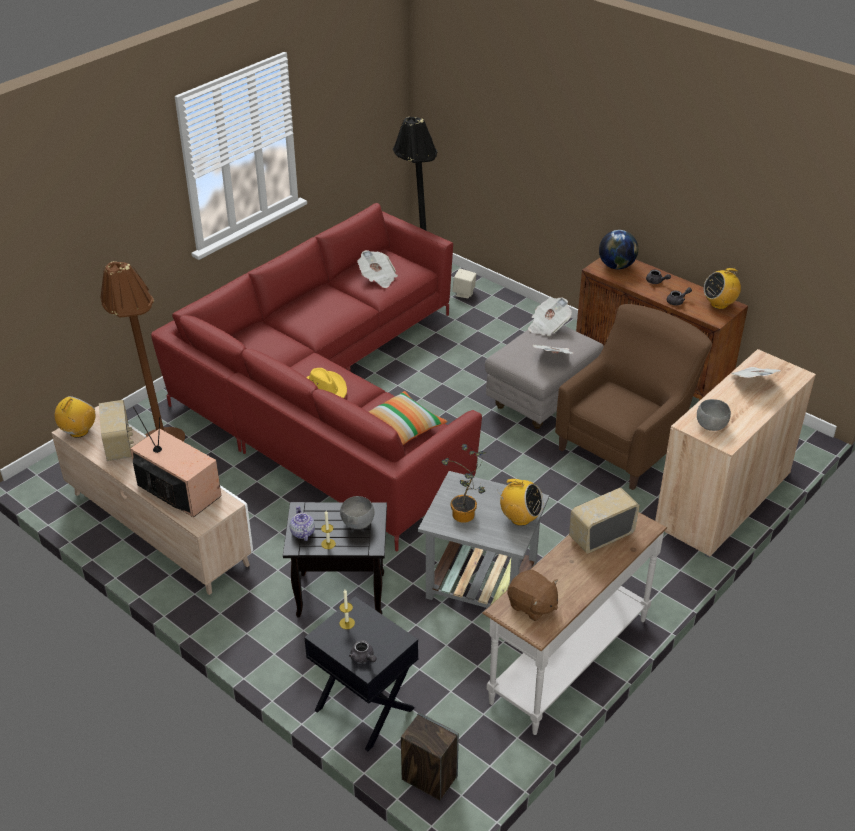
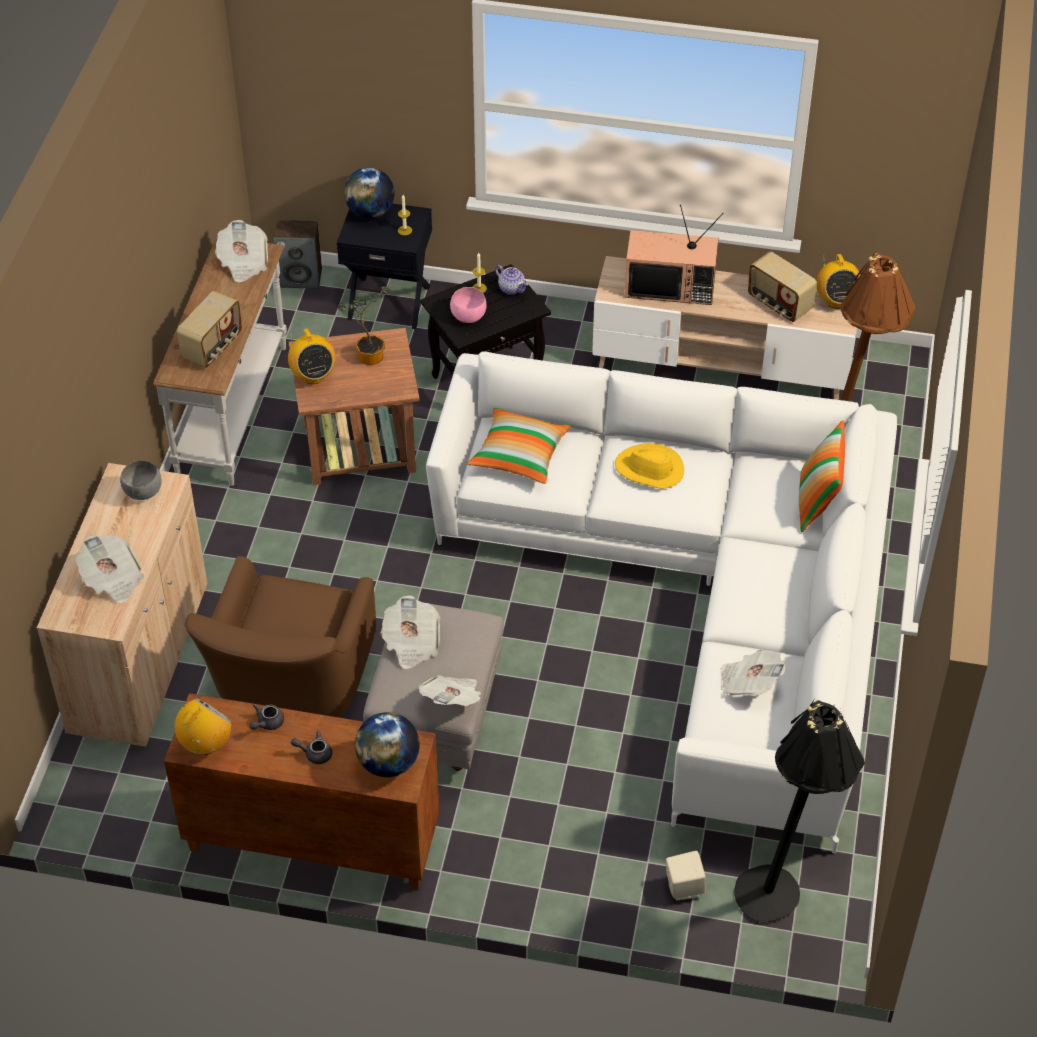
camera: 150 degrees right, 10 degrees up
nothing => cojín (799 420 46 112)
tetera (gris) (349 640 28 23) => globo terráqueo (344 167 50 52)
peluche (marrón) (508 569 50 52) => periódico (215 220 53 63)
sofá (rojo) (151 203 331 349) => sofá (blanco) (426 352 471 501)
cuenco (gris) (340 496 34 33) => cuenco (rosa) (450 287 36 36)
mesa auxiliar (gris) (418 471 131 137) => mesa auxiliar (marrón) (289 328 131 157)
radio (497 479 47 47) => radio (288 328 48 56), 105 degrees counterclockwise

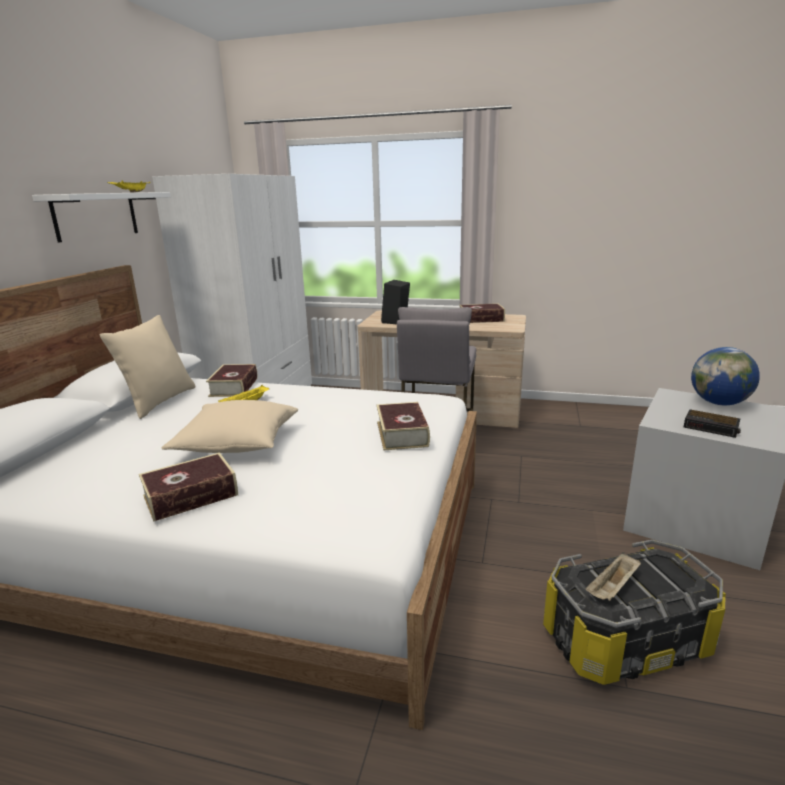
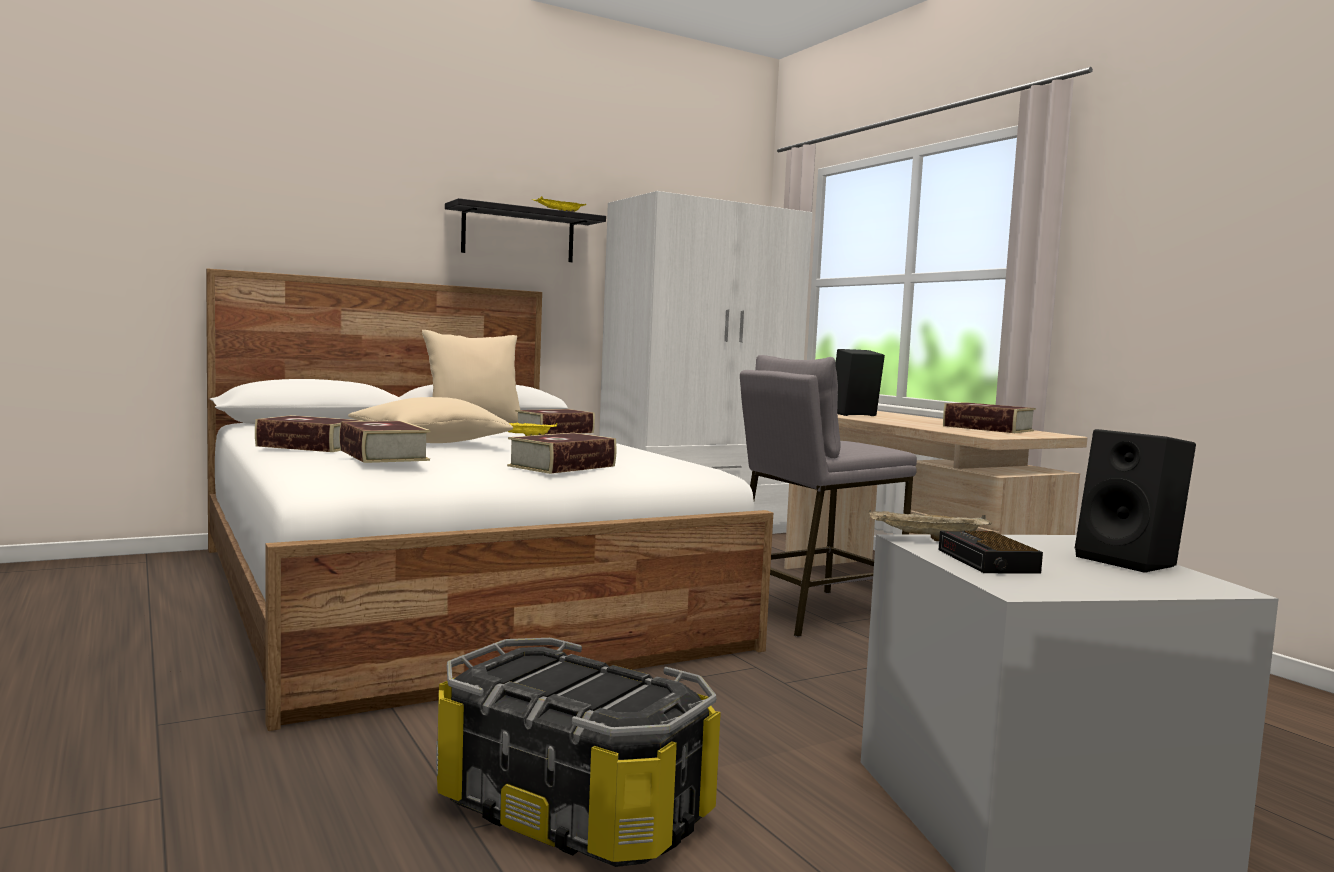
camera: 45 degrees right, 15 degrees down
nothing => libro (339 421 92 42)
bandeja (beis) (585 552 56 49) => bandeja (beis) (869 511 123 30), shifted
globo terráqueo (691 347 69 58) => altavoz (negro) (1075 429 121 144)
estante (blanco) (32 192 139 51) => estante (negro) (445 198 161 64)

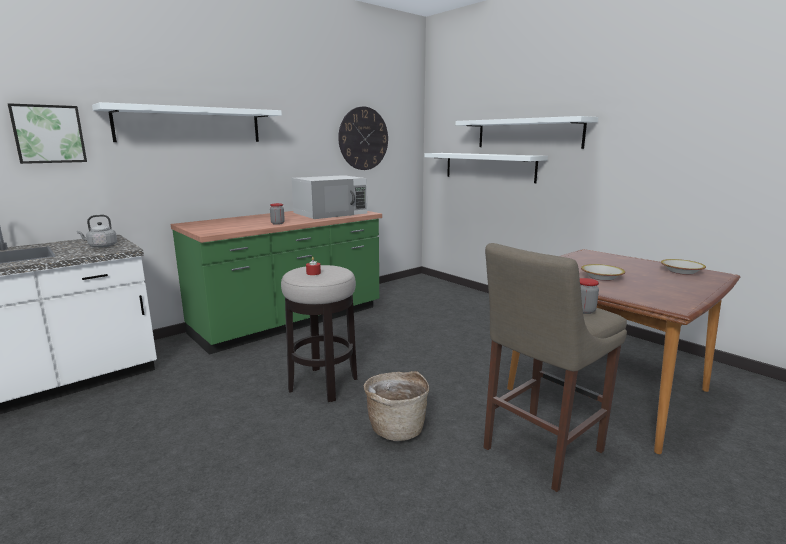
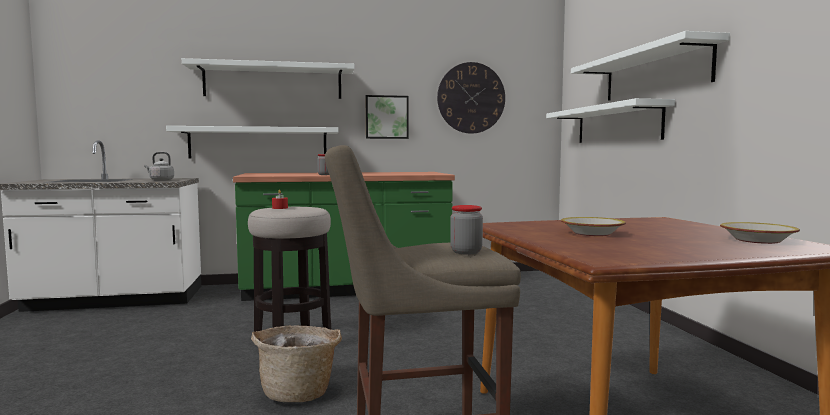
camera: 30 degrees right, 10 degrees down
microondas (blanco) (292 175 75 44) => nothing
nothing => estante (blanco) (166 126 173 33)
cuadro (8 103 79 61) => cuadro (366 95 43 44), shifted

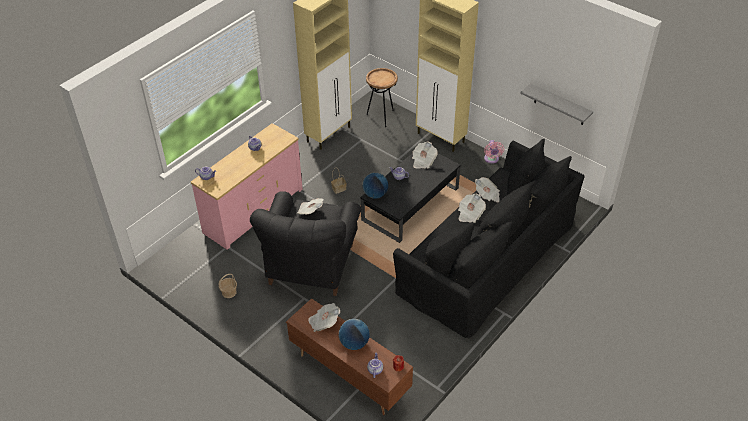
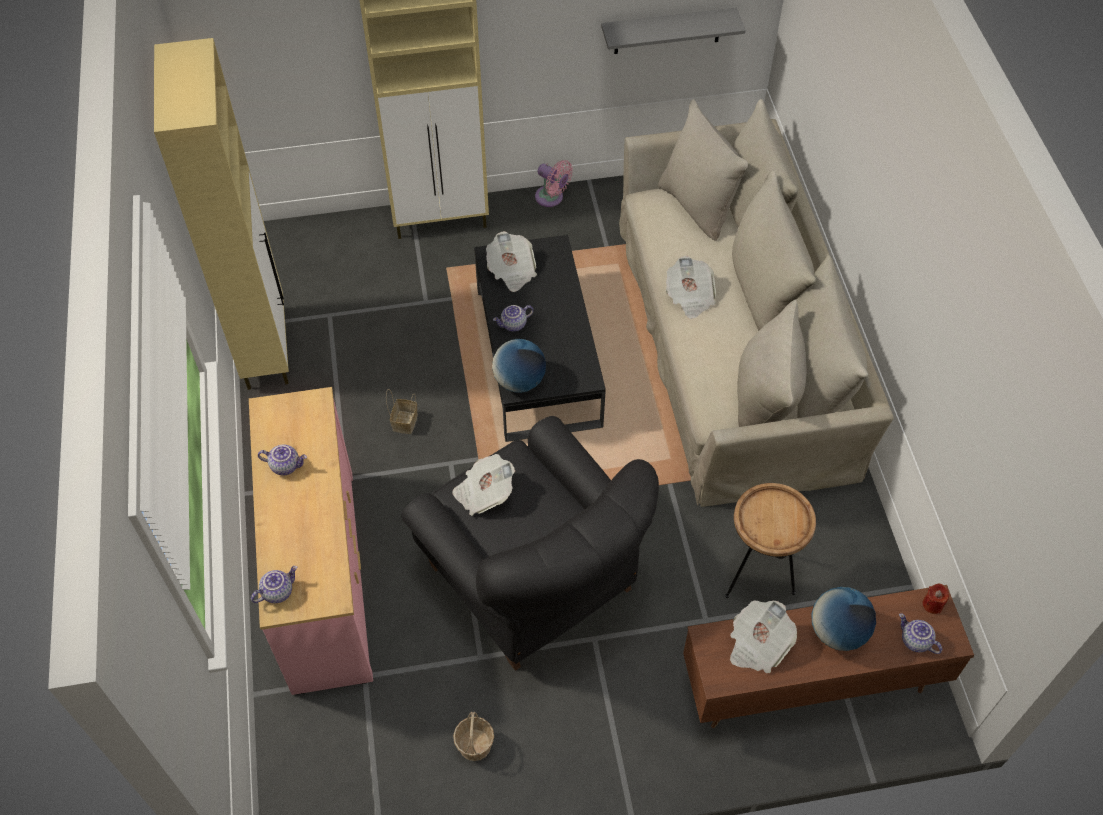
camera: 50 degrees left, 10 degrees up
periódico (475 177 25 26) => nothing
mesa auxiliar (marrón) (366 68 32 59) => mesa auxiliar (marrón) (725 483 91 115), shifted
sofá (negro) (393 139 192 199) => sofá (beis) (619 99 275 408)

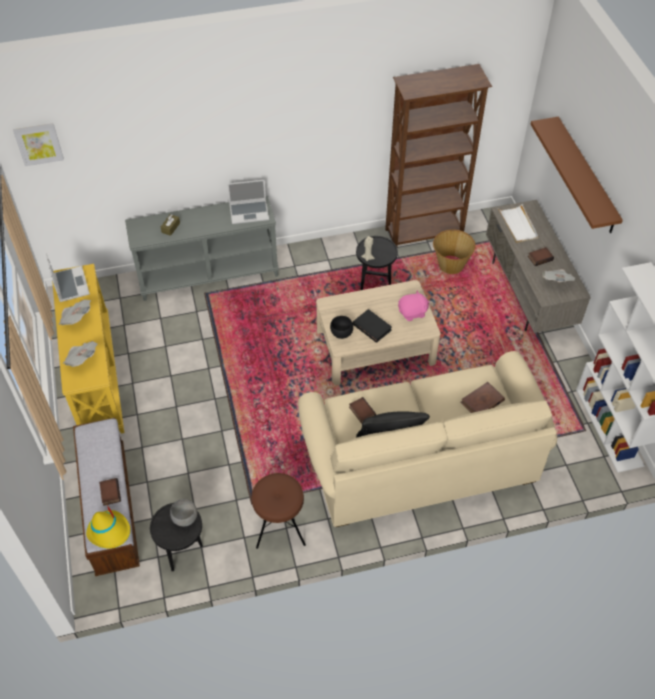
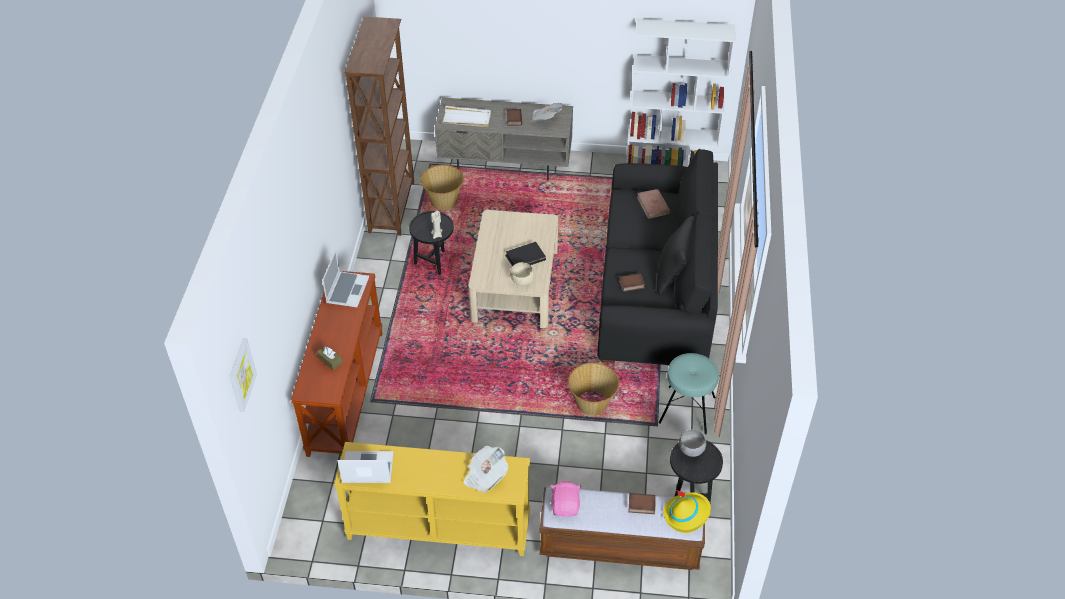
camera: 70 degrees left, 5 degrees down
periódico (59 299 32 26) => nothing
estante (marrón) (530 117 93 116) => nothing
nothing => cesta (568 362 51 54)
peluche (rosa) (398 290 32 31) => peluche (rosa) (550 481 31 36), shifted
mesa consola (gris) (125 195 154 106) => mesa consola (marrón) (291 271 92 186)
taburete (marrón) (252 473 54 76) => taburete (turquesa) (659 353 60 82)
sofá (beis) (298 351 259 176) => sofá (negro) (597 149 121 216)
cuenco (negro) (330 316 23 23) => cuenco (beis) (510 262 24 24)

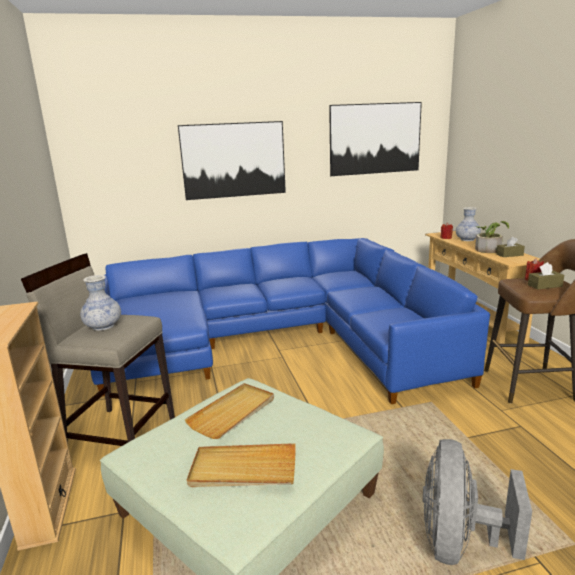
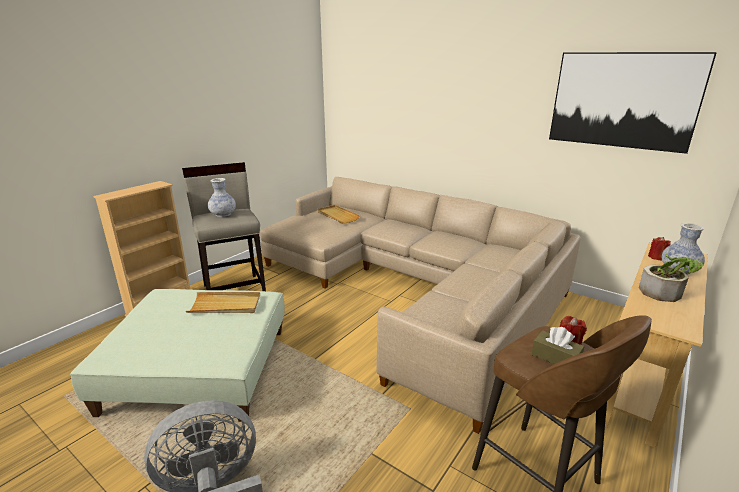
camera: 50 degrees right, 5 degrees up
cuadro (178 121 108 79) => nothing
caja de pañuelos (marrón) (497 236 28 21) => nothing
bandeja (beis) (187 443 109 44) => bandeja (beis) (317 205 43 19), shifted
sofá (azul) (90 238 400 166) => sofá (beis) (260 177 321 257)

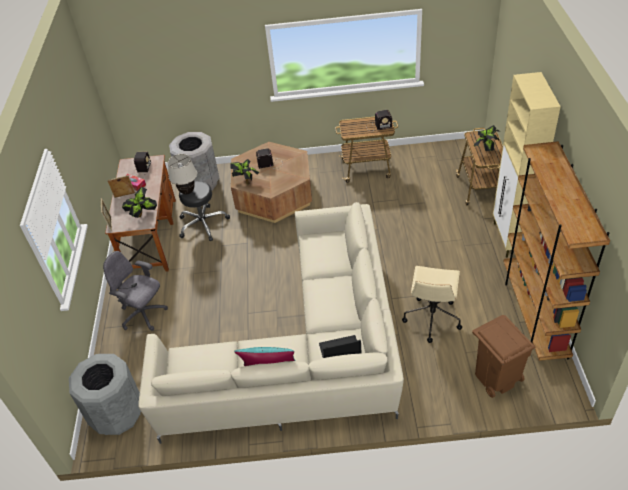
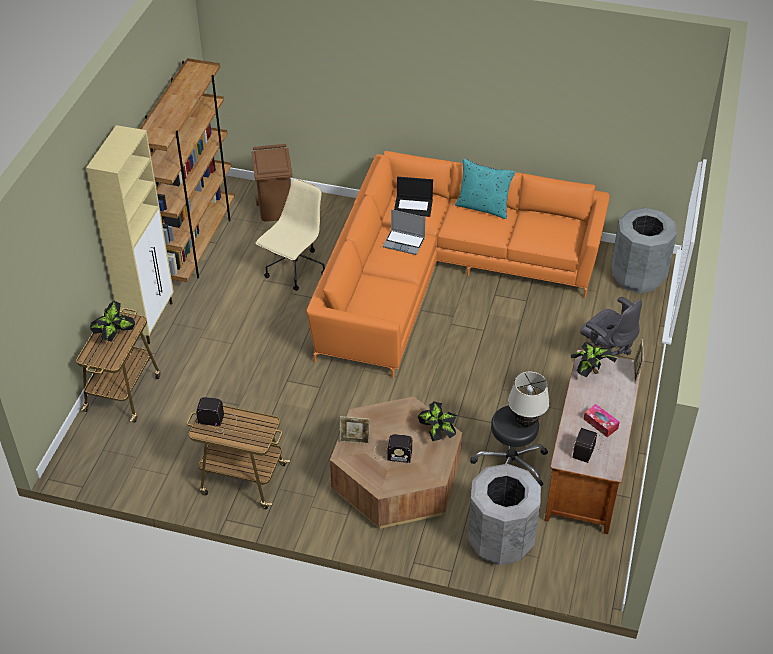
camera: 165 degrees left, 0 degrees up
nothing => portátil (383 209 42 46)
portarretratos (107 175 28 23) => portarretratos (340 416 30 28), shifted
sofá (beis) (138 202 266 242) => sofá (naranja) (307 151 303 227)

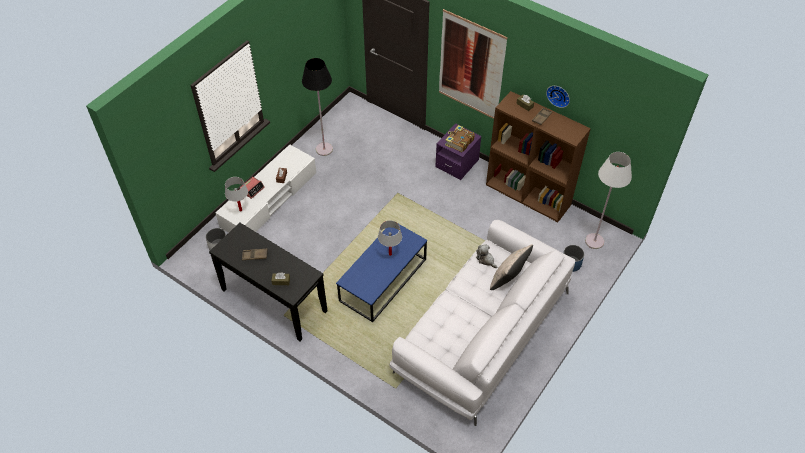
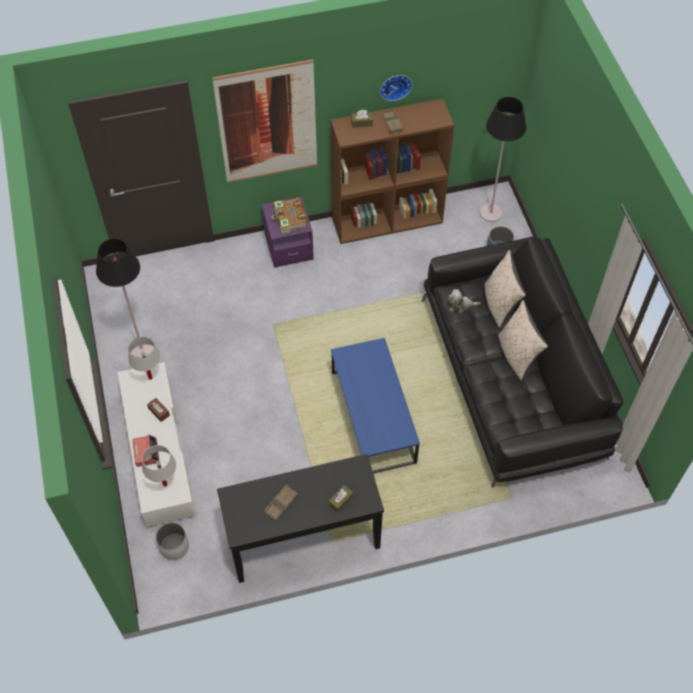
camera: 50 degrees left, 5 degrees up
nothing => cojín (beis) (498 300 50 81)
lámpara de mesa (blanco) (378 220 24 36) => lámpara de mesa (blanco) (128 337 33 43), shifted
sofá (blanco) (390 220 185 206) => sofá (negro) (421 236 203 252)
lámpara de pie (blanco) (585 152 47 97) => lámpara de pie (negro) (480 97 46 125)

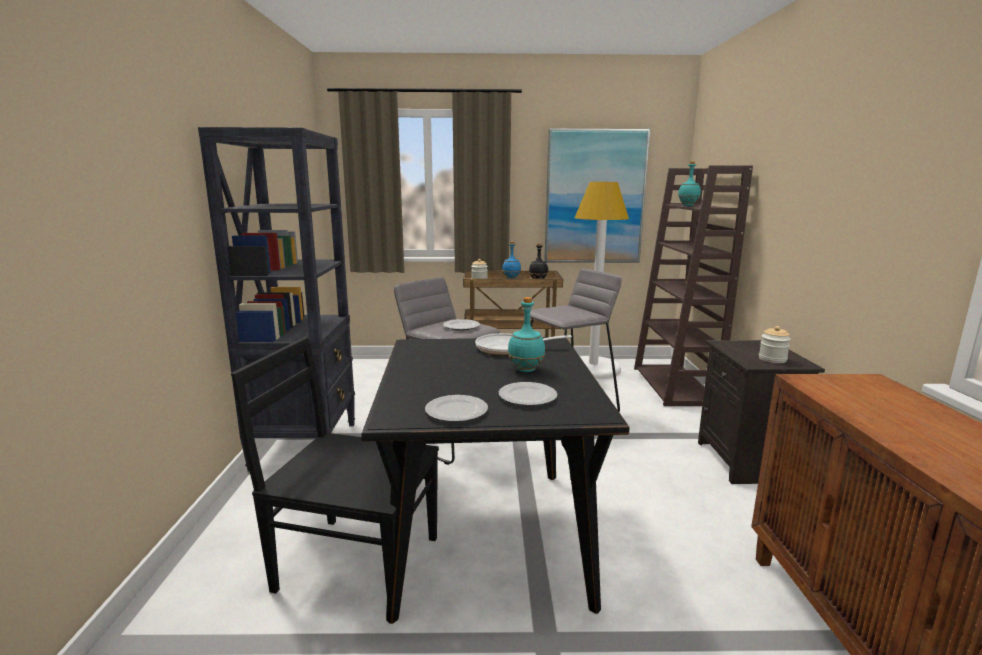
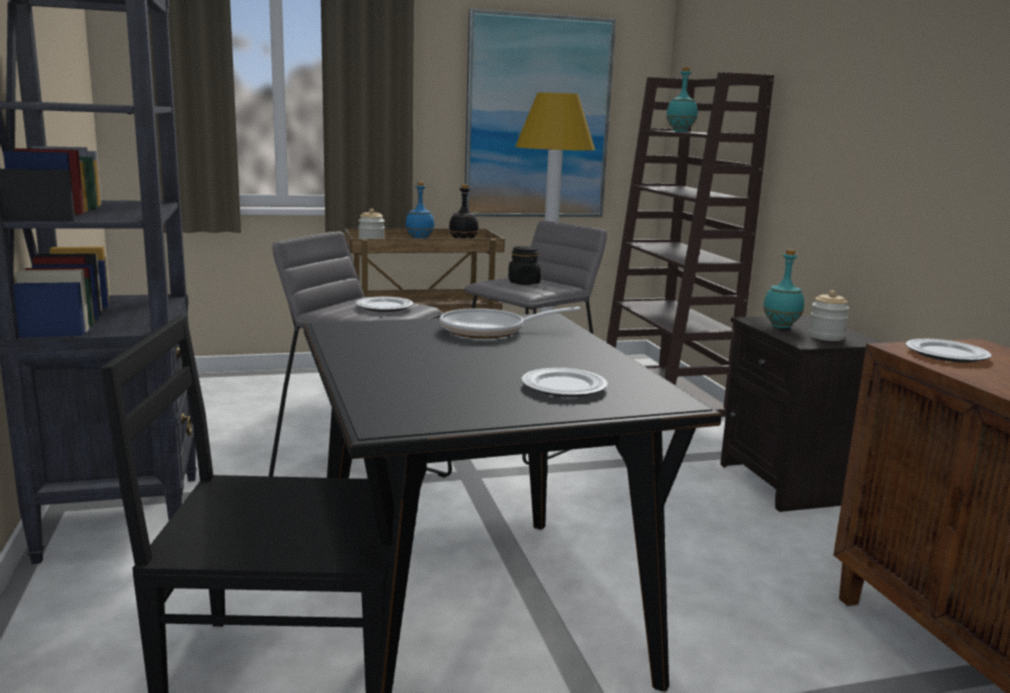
camera: 15 degrees left, 0 degrees up
nothing => tarro (negro) (508 246 33 39)
plato (425 395 63 27) => plato (906 339 85 24), shifted
botella (turquesa) (508 297 37 75) => botella (turquesa) (763 249 41 79), shifted

